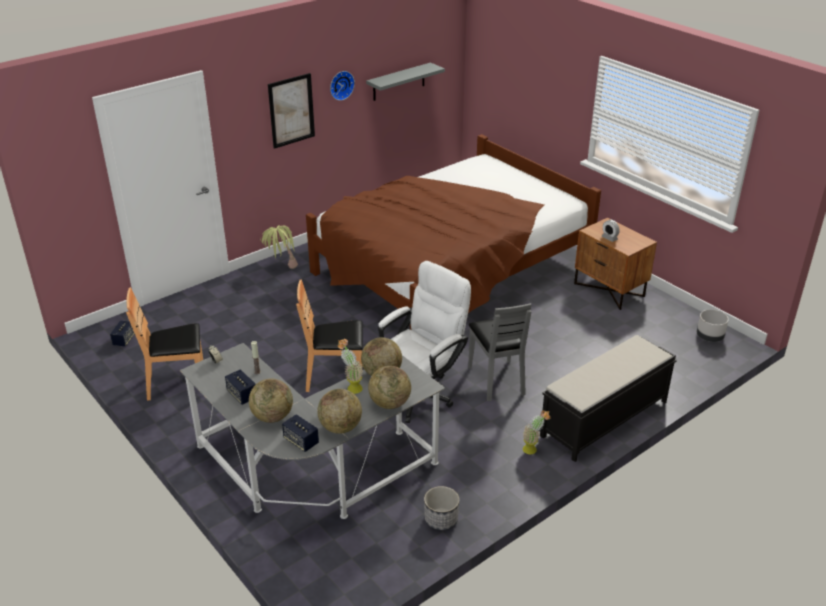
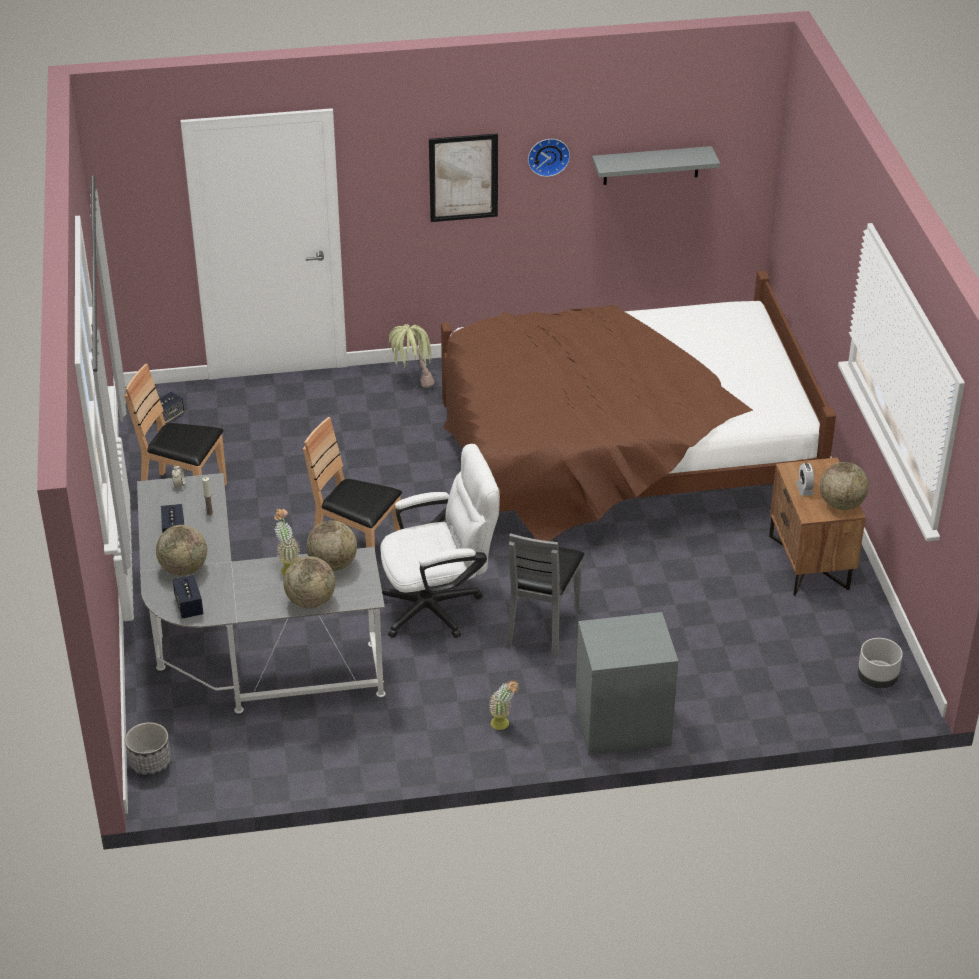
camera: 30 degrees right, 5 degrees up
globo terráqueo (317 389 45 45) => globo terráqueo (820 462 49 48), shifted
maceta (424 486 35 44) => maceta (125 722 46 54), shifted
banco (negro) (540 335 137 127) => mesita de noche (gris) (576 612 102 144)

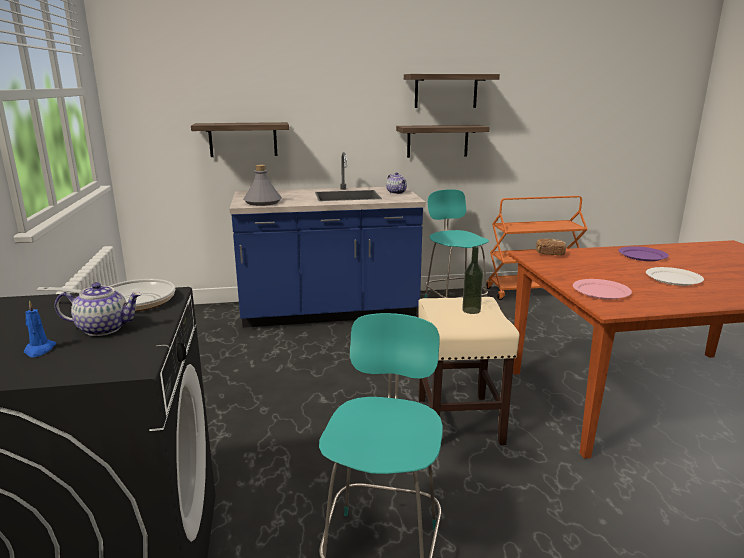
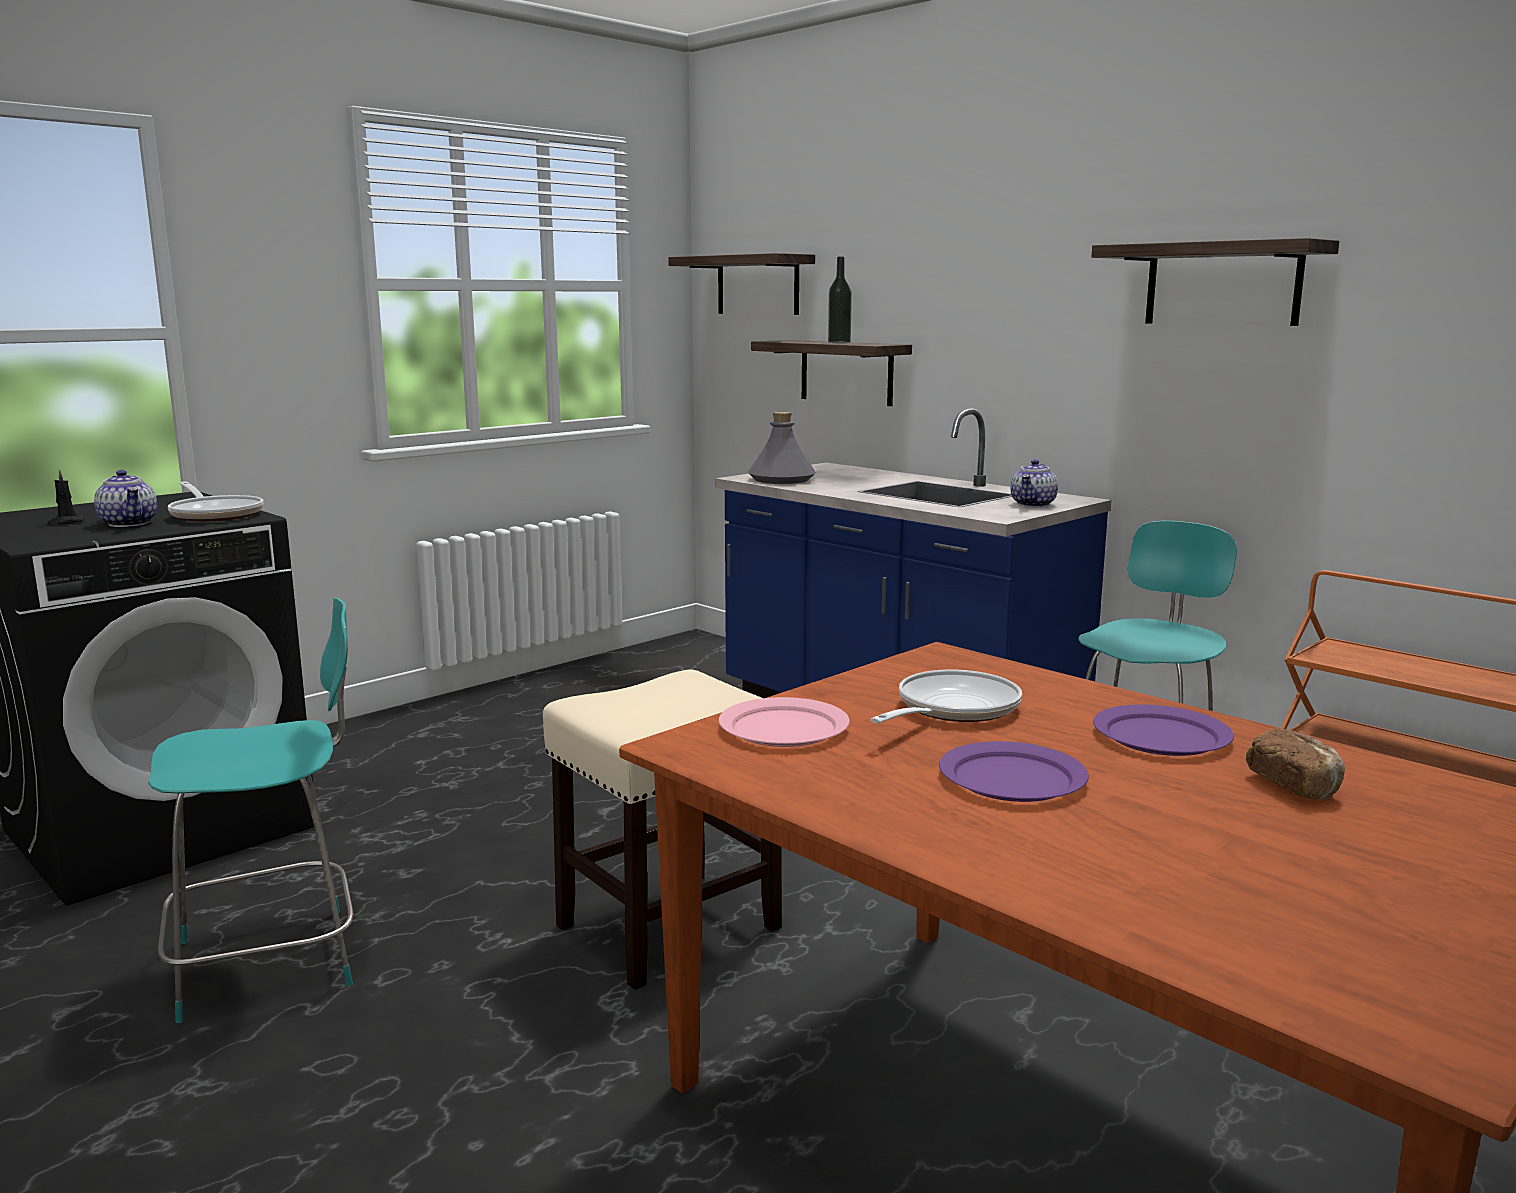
camera: 55 degrees right, 5 degrees down
nothing => sartén (871 670 151 53)
estante (396 125 94 33) => estante (668 253 147 62), shifted
botella (462 246 21 68) => botella (828 257 24 86), shifted
pan (536 239 30 16) => pan (1246 728 99 71), shifted
vela (azul) (24 300 32 57) => vela (negro) (47 469 37 56)
plato (blanco) (646 267 58 19) => plato (morado) (939 741 150 61)

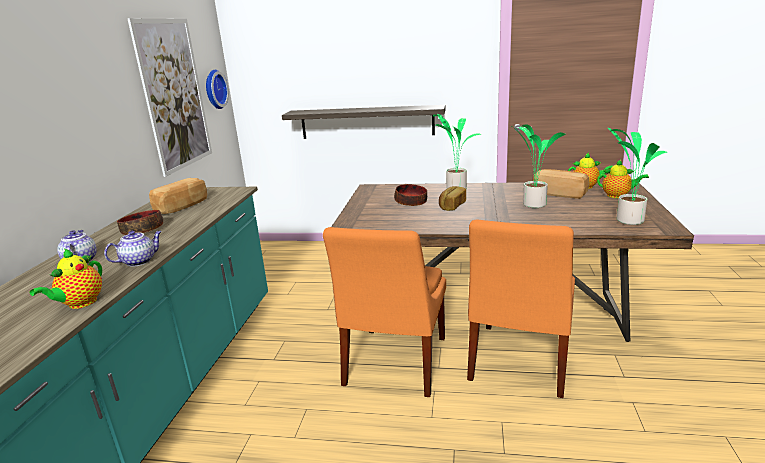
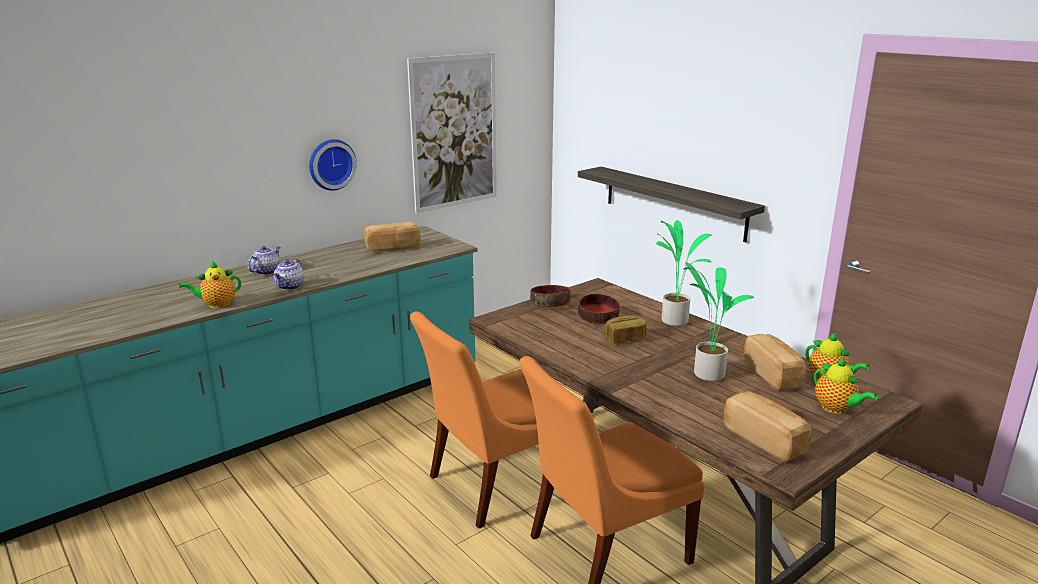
camera: 40 degrees right, 0 degrees up
cuenco (117 210 46 25) => cuenco (530 285 41 23), shifted
reloj de pared (206 70 23 39) => reloj de pared (309 139 48 52), shifted
planta en maceta (608 128 59 97) => pan (724 391 88 71)
tetera (104 231 58 36) => tetera (274 259 30 31), 105 degrees clockwise

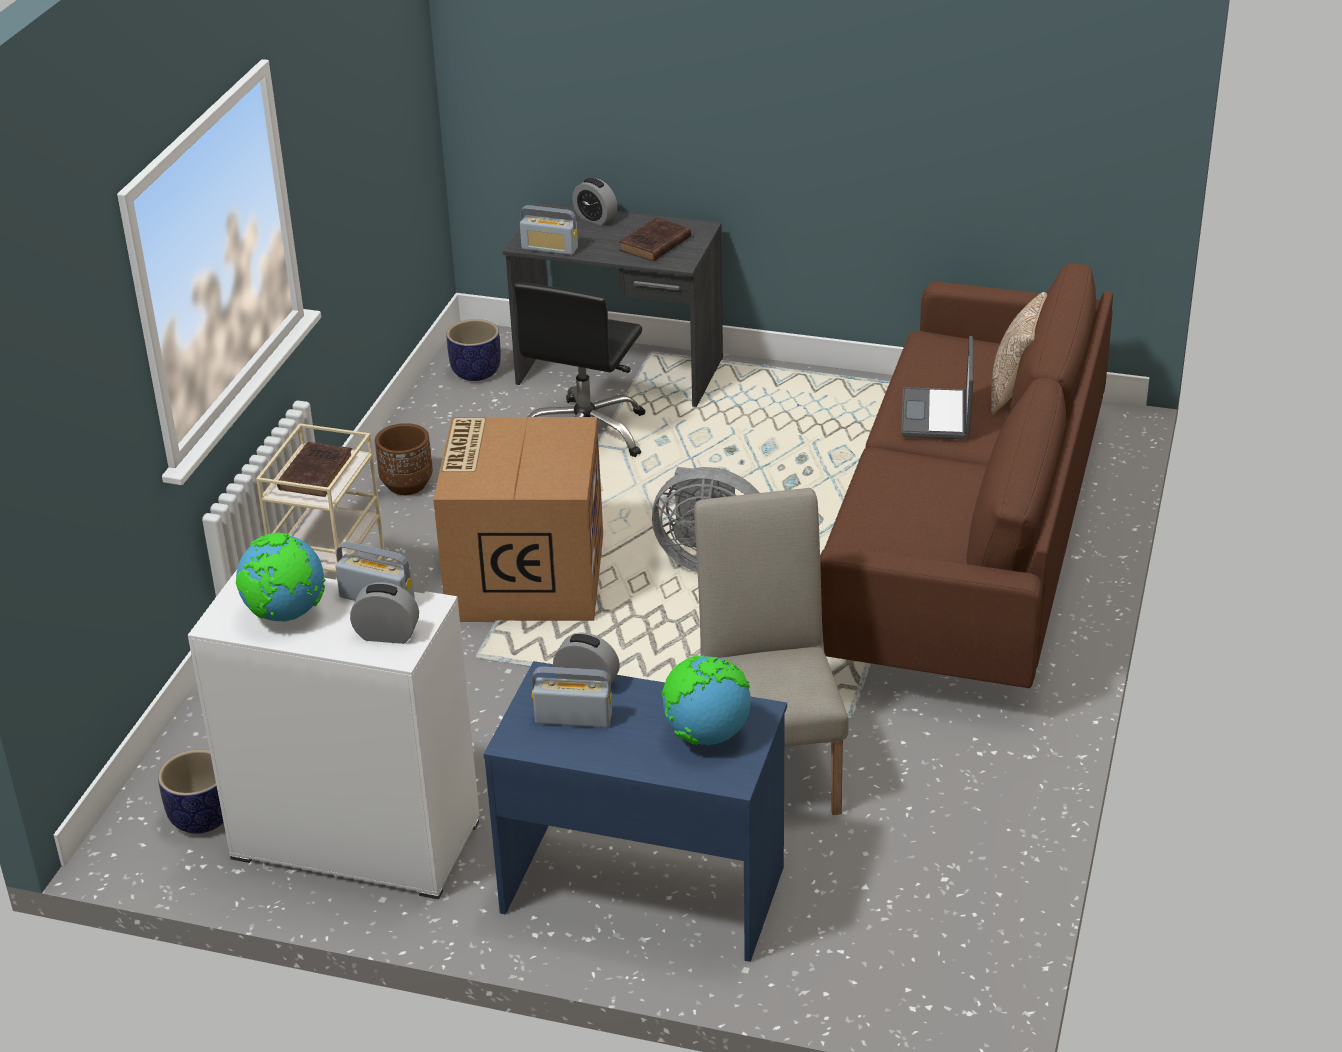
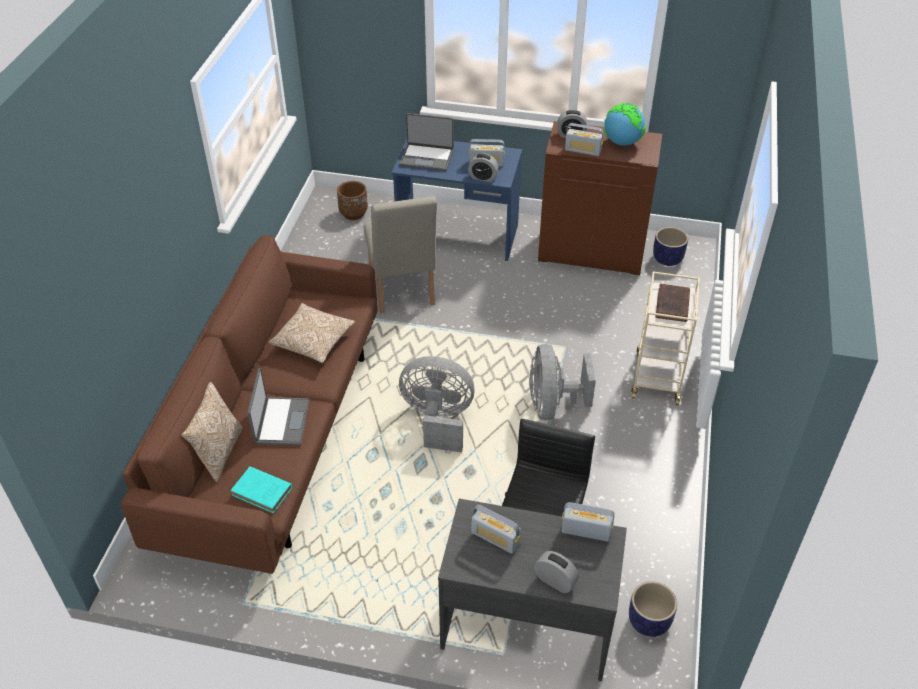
camera: 175 degrees right, 10 degrees up
nothing => libro (turquesa) (231 466 61 47)
nothing => cojín (269 303 86 60)
maceta (marrón) (375 423 58 72) => maceta (marrón) (337 181 31 39), shifted
caja de cartón (433 417 170 205) => ventilador (gris) (529 344 67 76)
libro (marrón) (619 217 72 45) => radio (471 505 50 49)
globo terráqueo (662 655 89 90) => portátil (399 113 55 58)
armario (blanco) (188 570 292 329) => armario (marrón) (538 121 124 154)

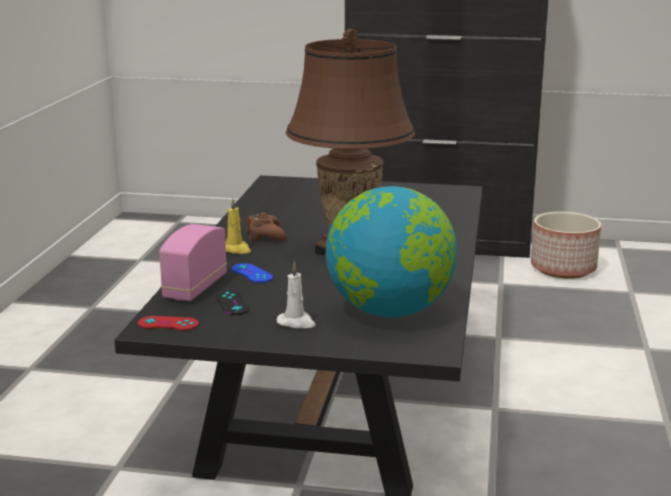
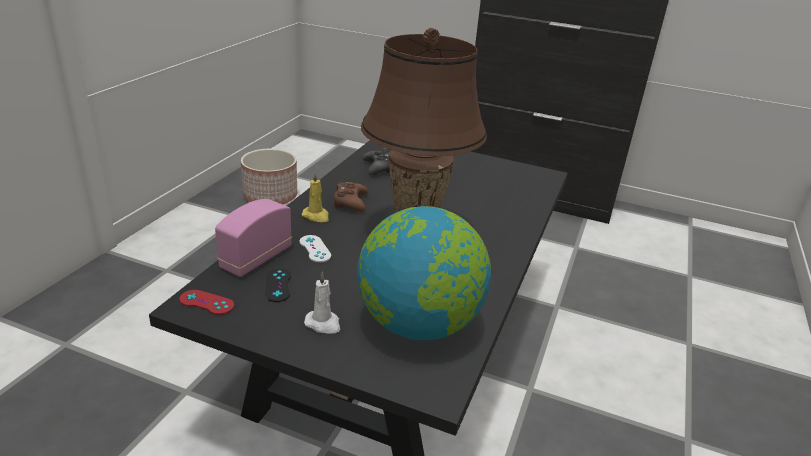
camera: 10 degrees right, 10 degrees up
nothing => mando de consola (negro) (363 148 27 27)
maceta (531 212 70 67) => maceta (241 149 56 55), shifted
mando de consola (azul) (231 263 42 20) => mando de consola (blanco) (299 235 32 27)

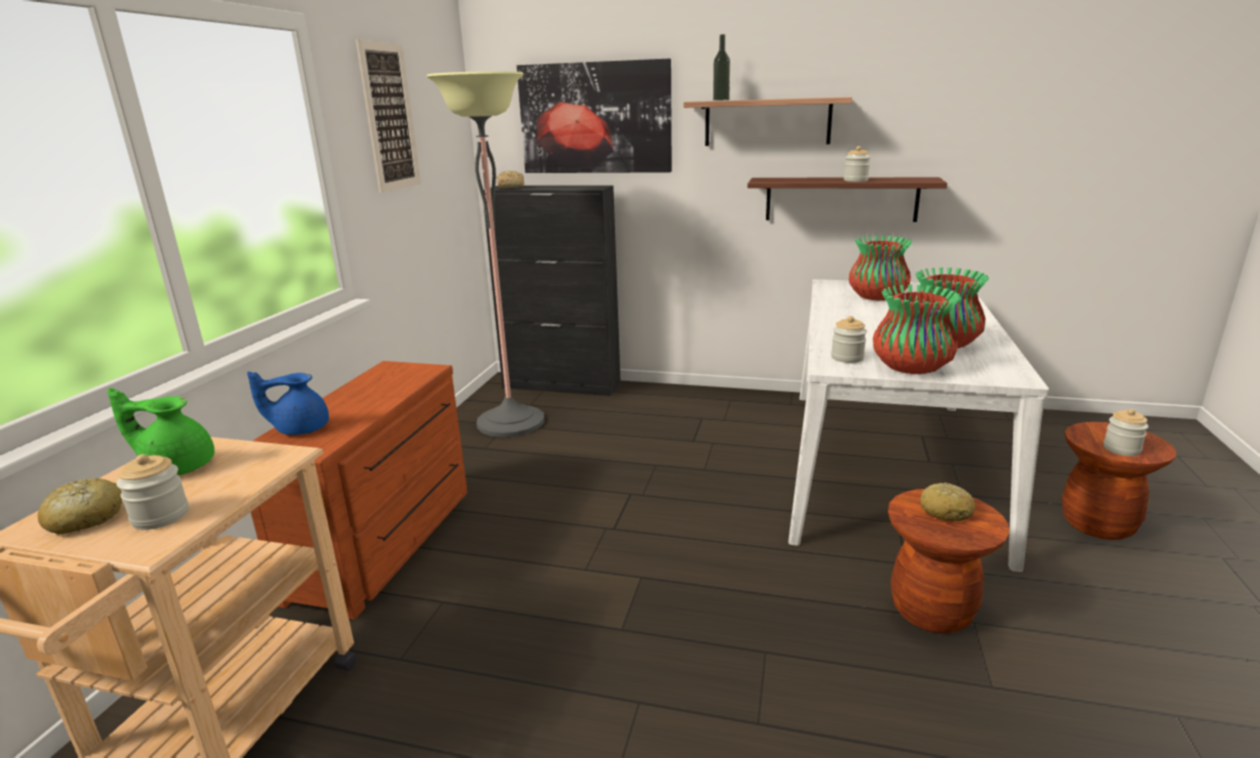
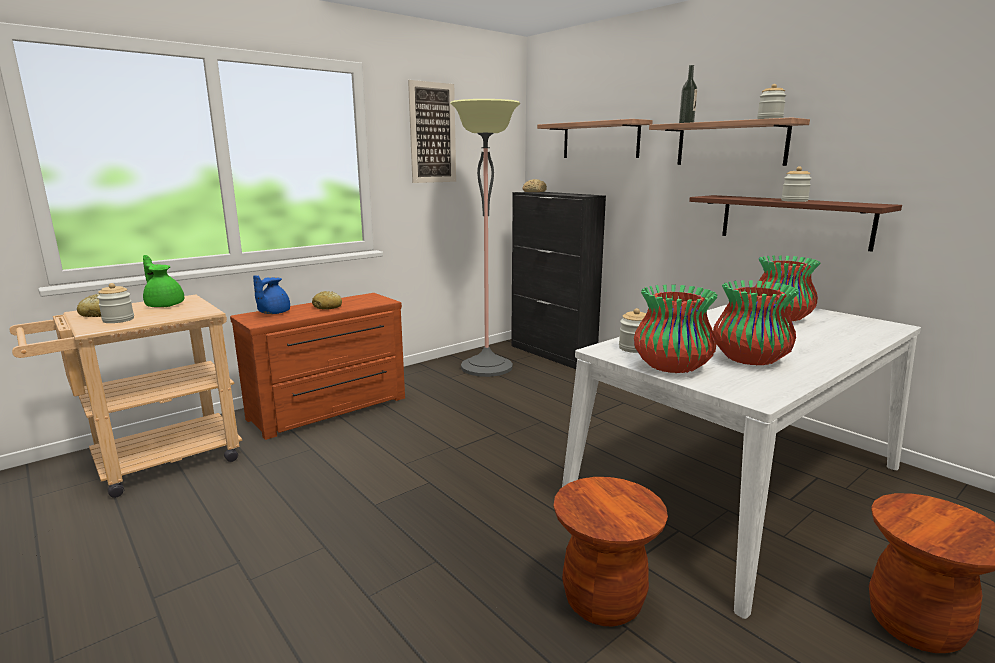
camera: 35 degrees right, 5 degrees down
pan (920 482 55 40) => pan (312 291 30 19), shifted
tarro (1103 409 46 47) => tarro (757 84 29 35), shifted
cuadro (517 59 155 114) => estante (537 119 116 39)
tetera (azul) (247 371 82 64) => tetera (azul) (253 275 37 39), 90 degrees counterclockwise

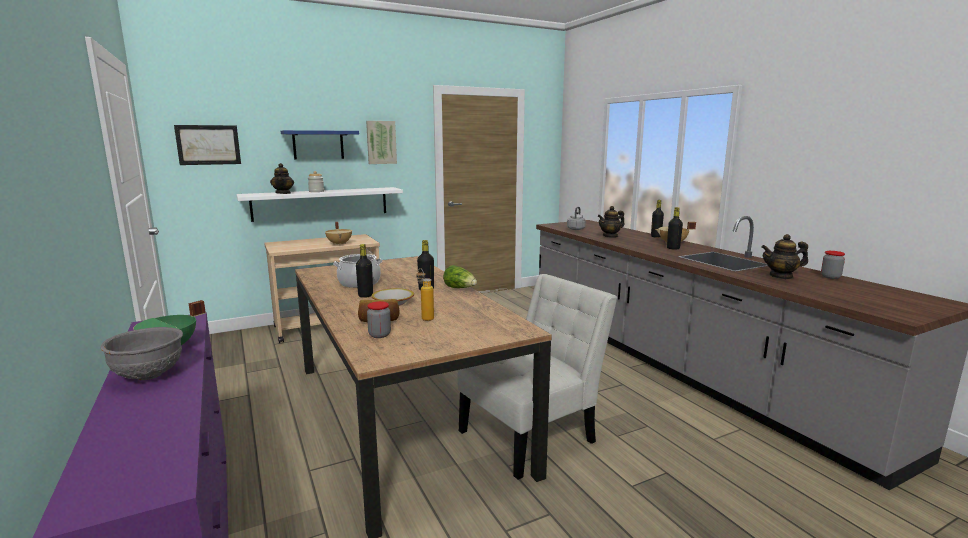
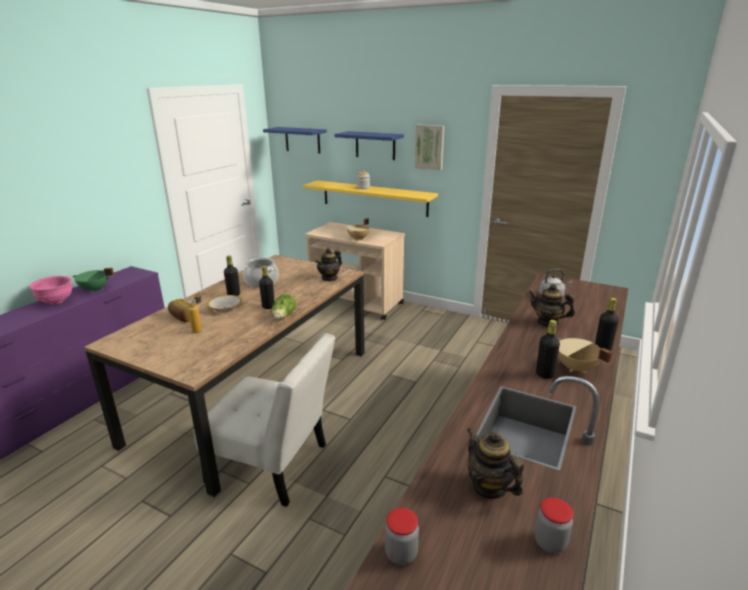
camera: 55 degrees right, 10 degrees up
tetera (270 163 24 31) => tetera (315 248 27 33), shifted
tarro (367 301 24 37) => tarro (385 508 34 57), shifted
cuadro (174 125 67 40) => estante (azul) (263 127 64 27)
cuenco (gris) (100 327 83 53) => cuenco (rosa) (29 276 43 28)
estante (blanco) (236 187 167 35) => estante (amarillo) (303 180 135 37)

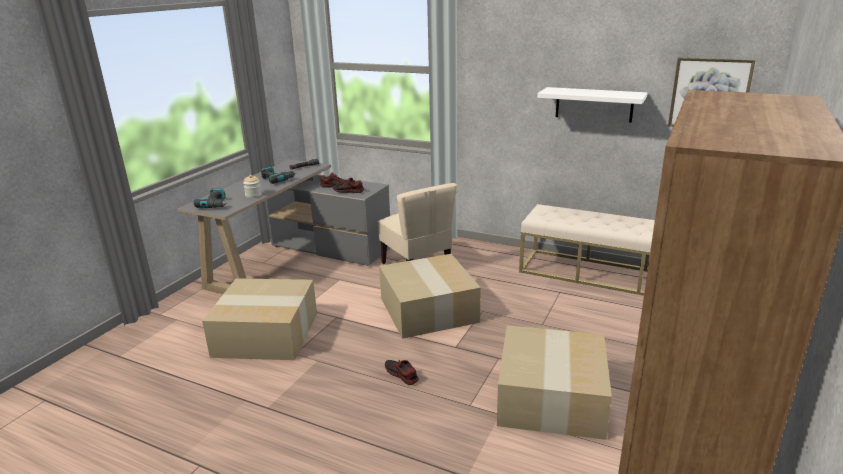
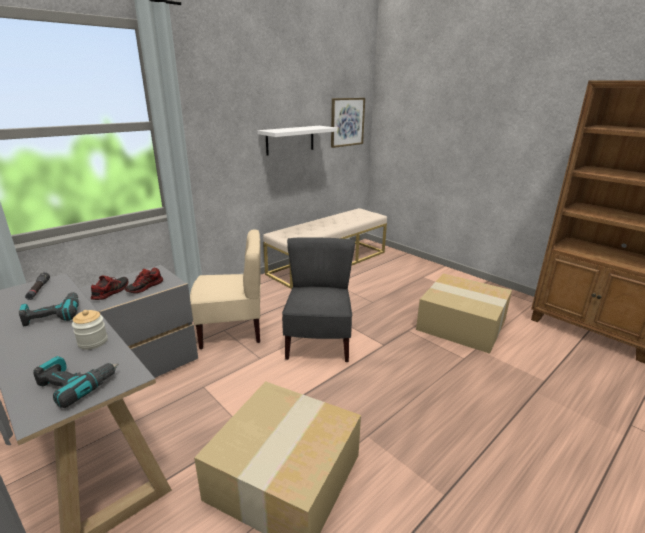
camera: 70 degrees left, 0 degrees up
zapato (385 360 34 25) => nothing
caja de cartón (379 254 102 85) => silla (gris) (282 237 73 125)

